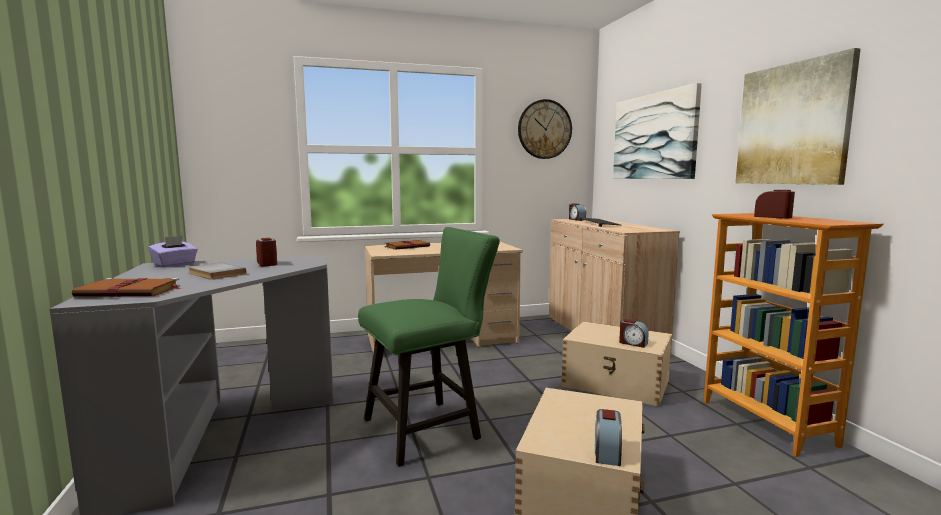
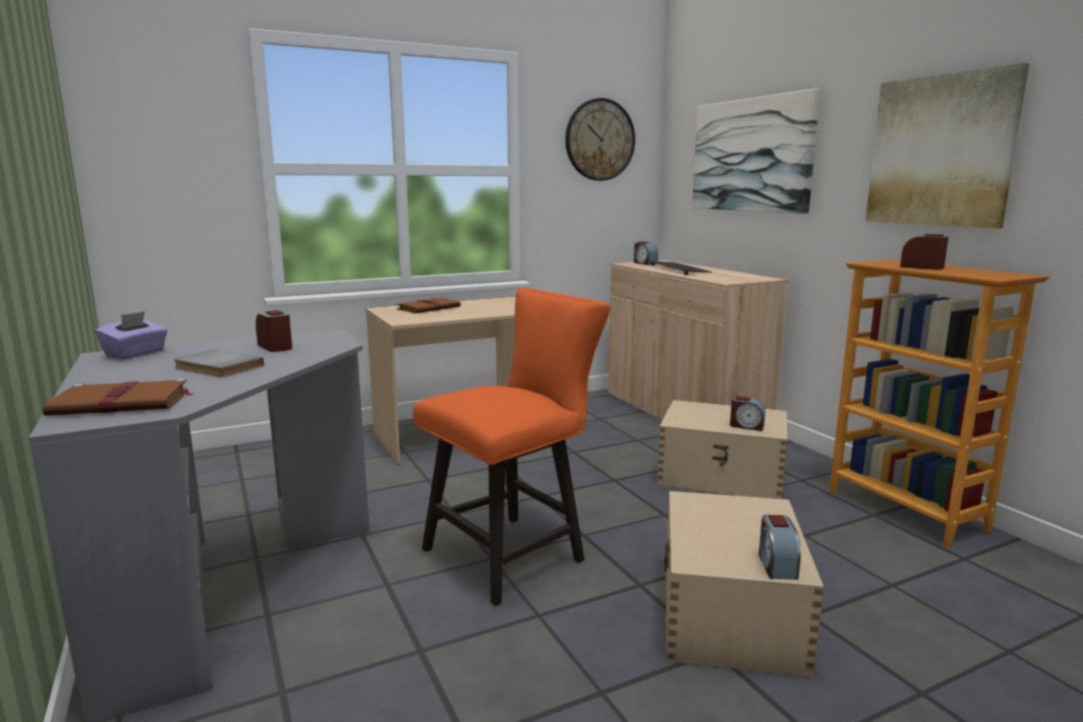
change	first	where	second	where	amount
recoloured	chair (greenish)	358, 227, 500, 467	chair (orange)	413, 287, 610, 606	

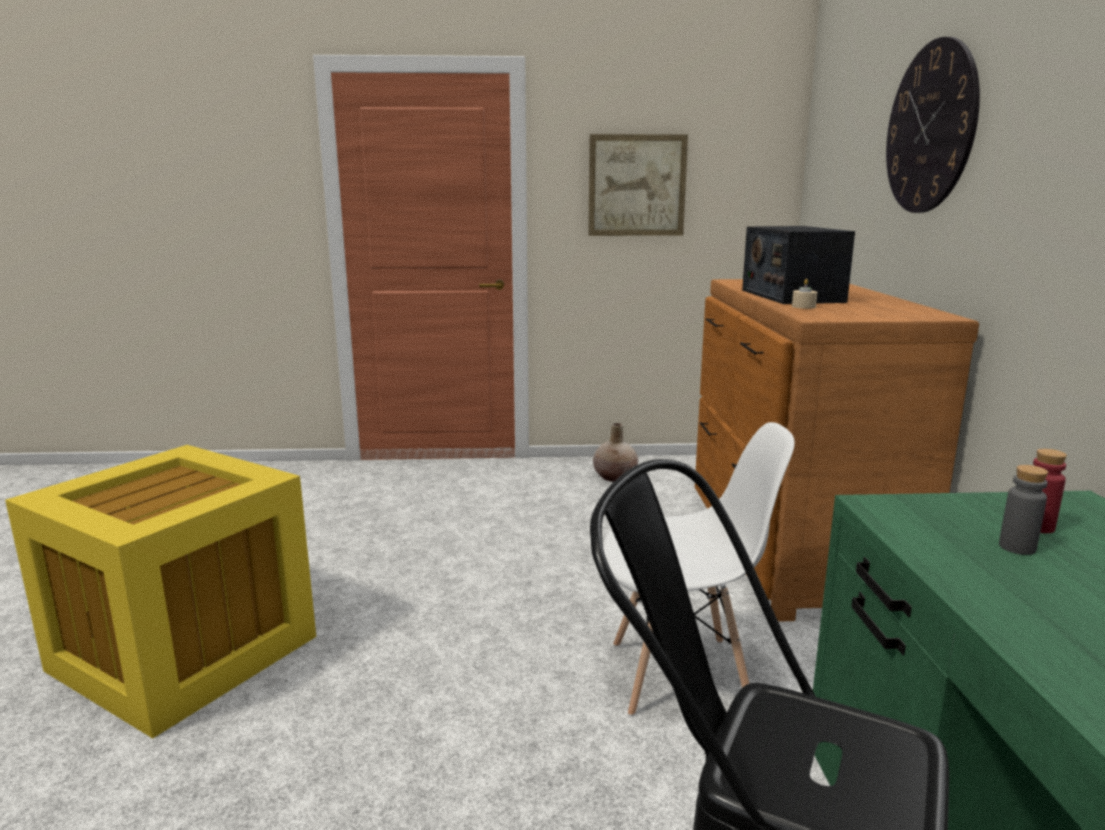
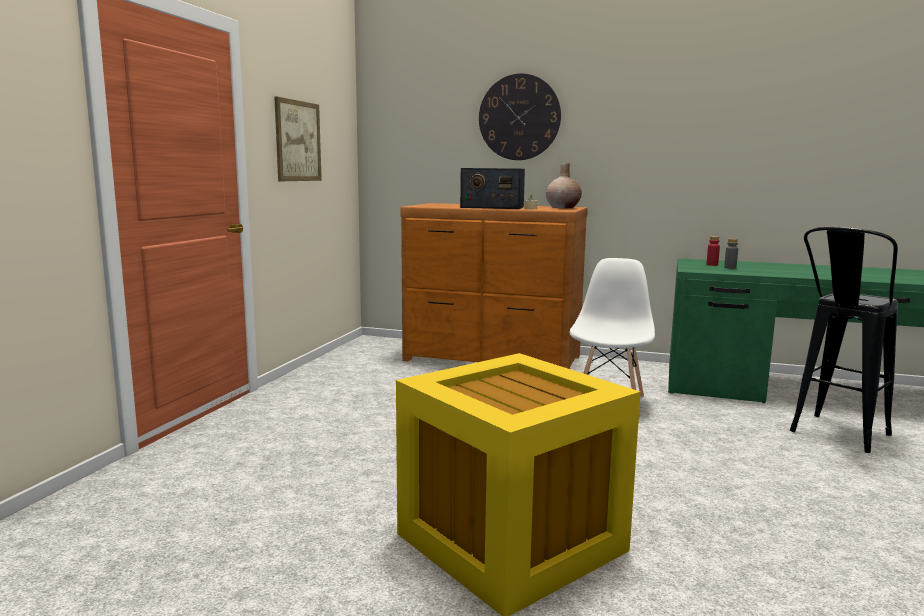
change	first	where	second	where	amount
moved	vase (sand-coloured)	593, 423, 638, 482		546, 163, 582, 208	

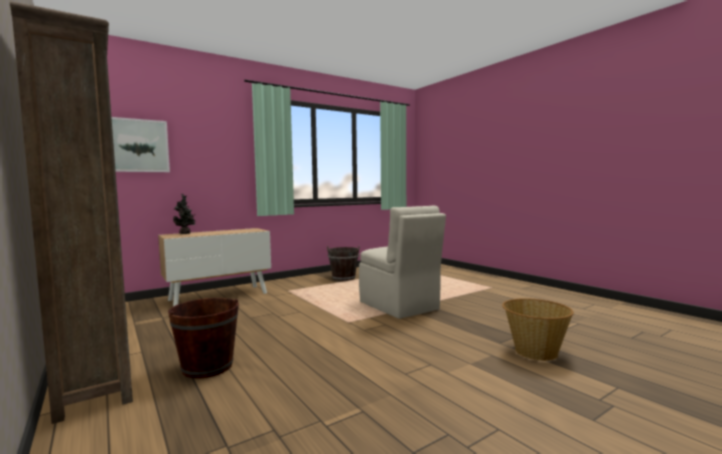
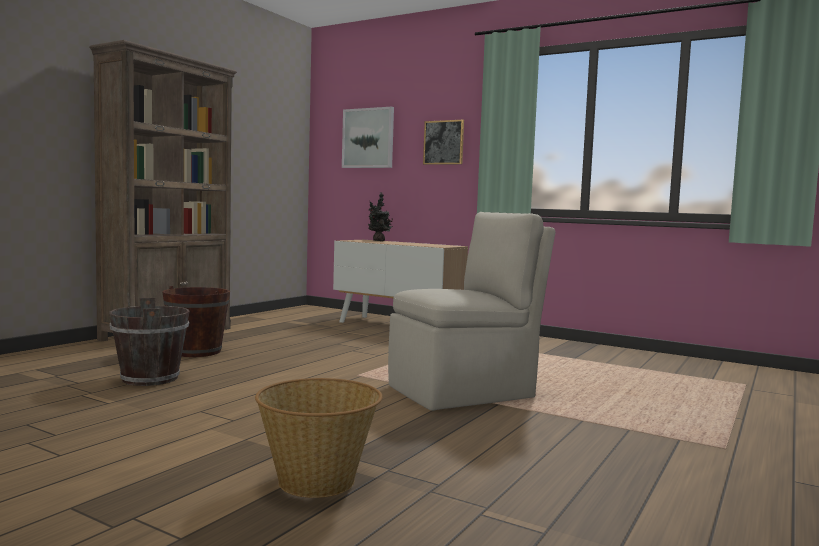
change	first	where	second	where	amount
added			wall art	423, 120, 464, 165	
moved	pail (brownish)	327, 245, 360, 281		109, 298, 190, 386	
turned	chair (sand-coloured)	359, 206, 446, 319		388, 212, 556, 411	150 degrees counterclockwise

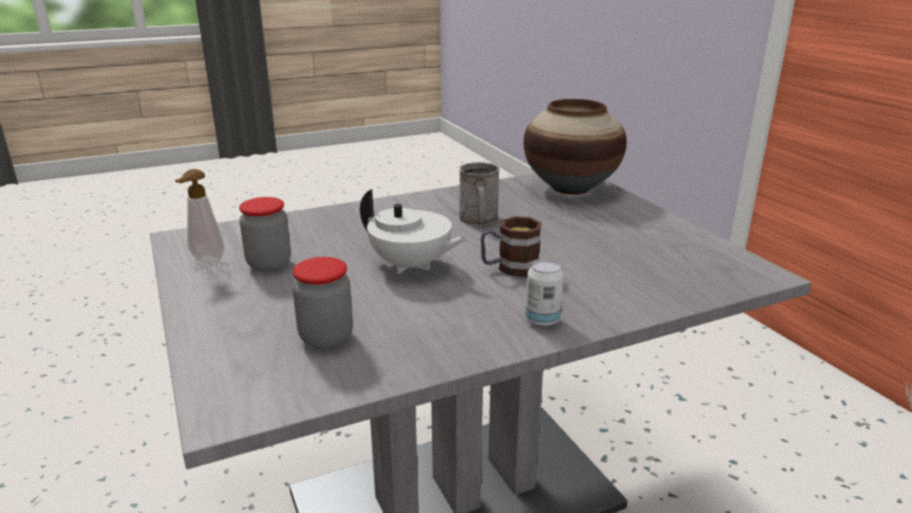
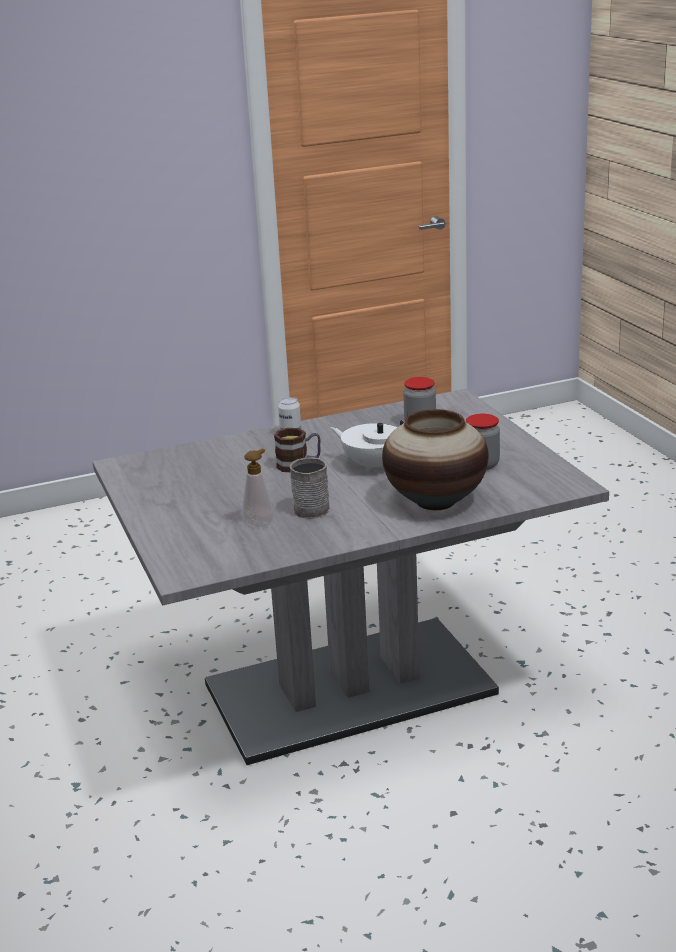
change	first	where	second	where	amount
moved	soap dispenser	175, 169, 224, 263		242, 449, 274, 527	
moved	vase	523, 99, 627, 195		382, 409, 489, 510	

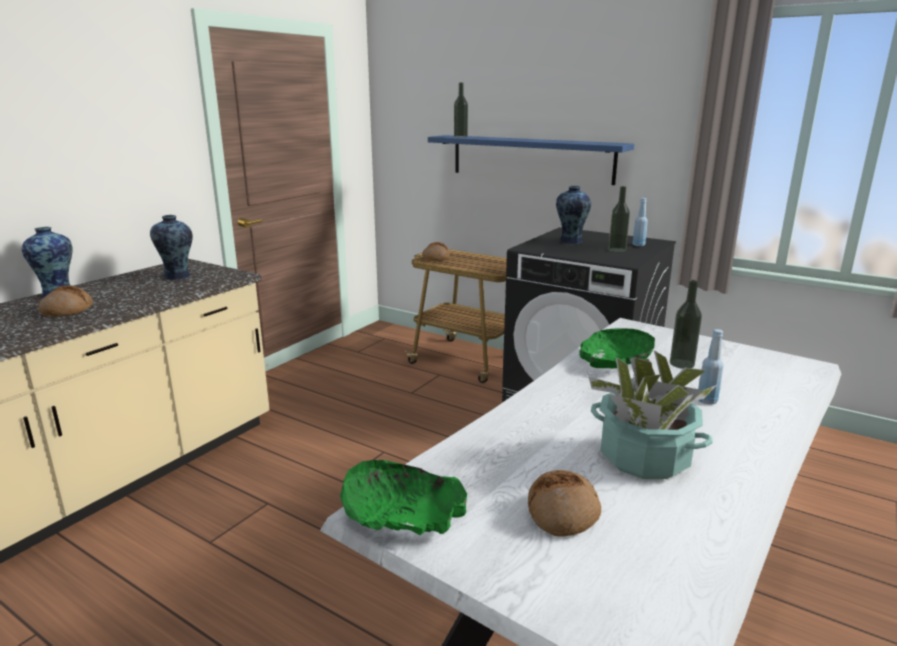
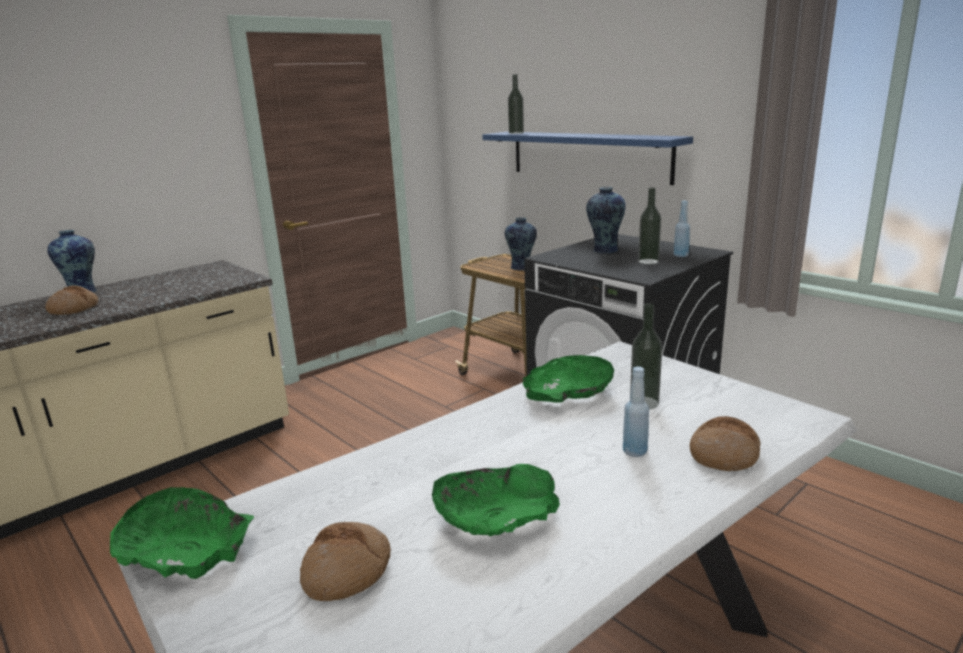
change	first	where	second	where	amount
moved	vase	150, 215, 193, 280		505, 217, 537, 270	
moved	bread	422, 242, 450, 261		690, 416, 760, 471	
replaced	potted plant	588, 351, 718, 479	serving bowl (greenish)	432, 464, 560, 536	

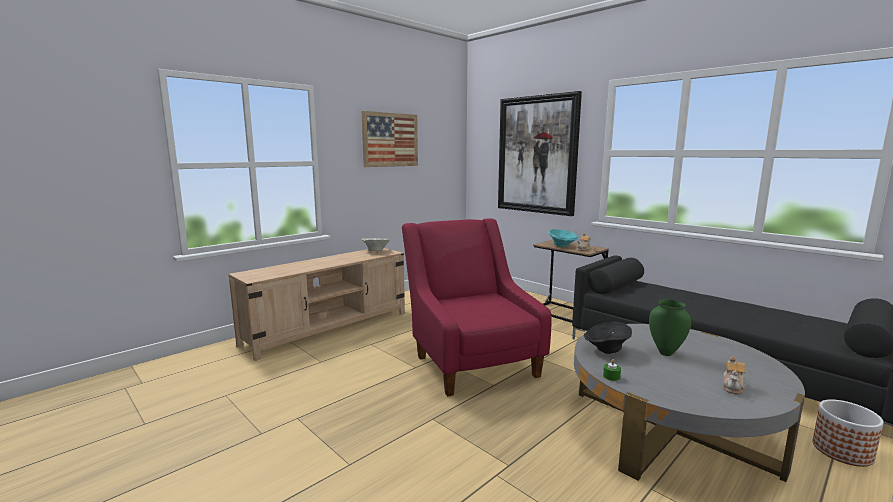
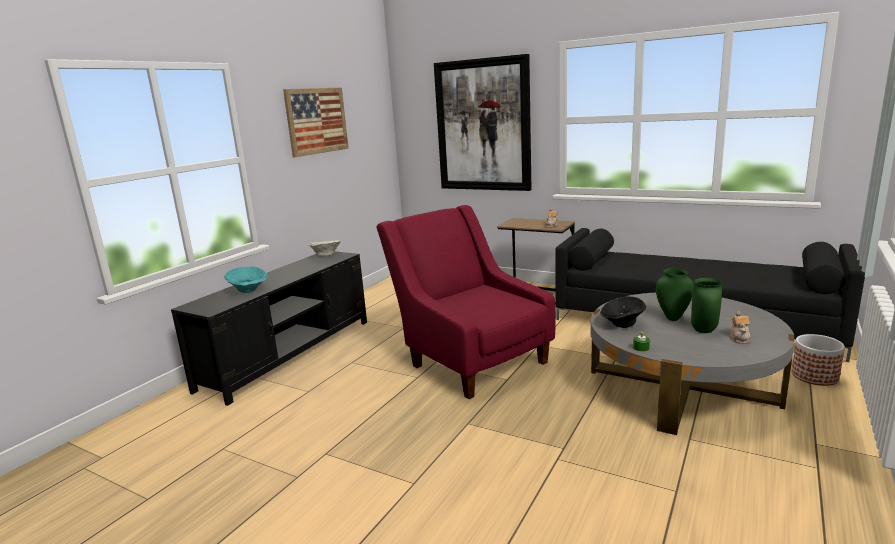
change	first	where	second	where	amount
added			vase (greenish)	691, 278, 722, 333	
moved	serving bowl (turquoise-coloured)	548, 229, 578, 247		224, 267, 267, 293	
recoloured	tv unit (sand-coloured)	228, 248, 405, 361	tv unit (blackish)	171, 251, 367, 406	

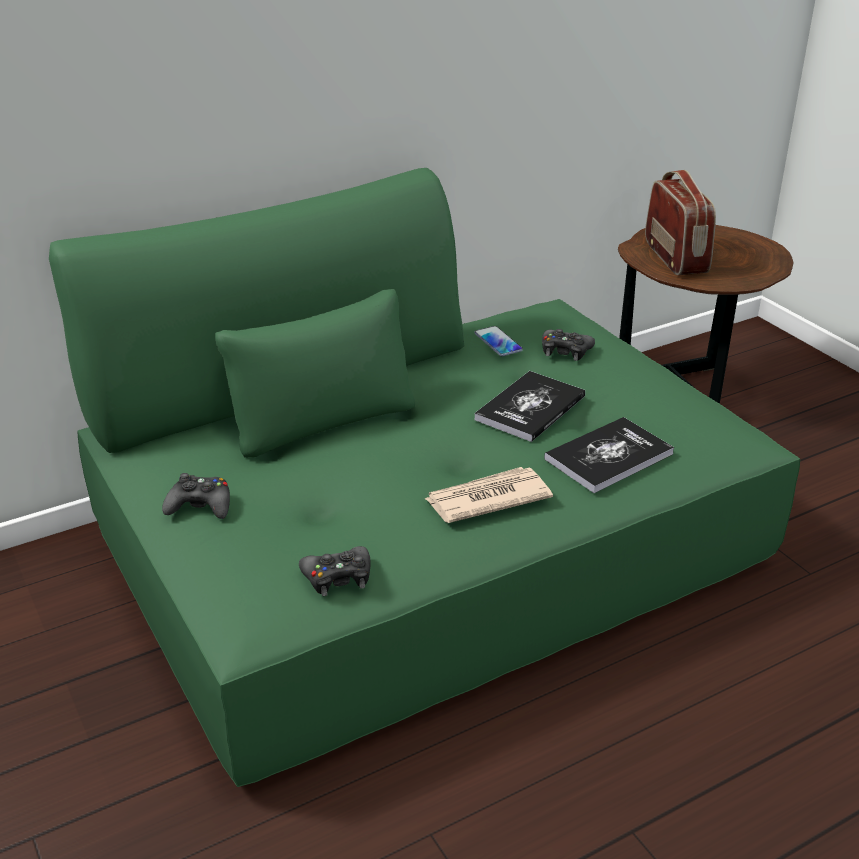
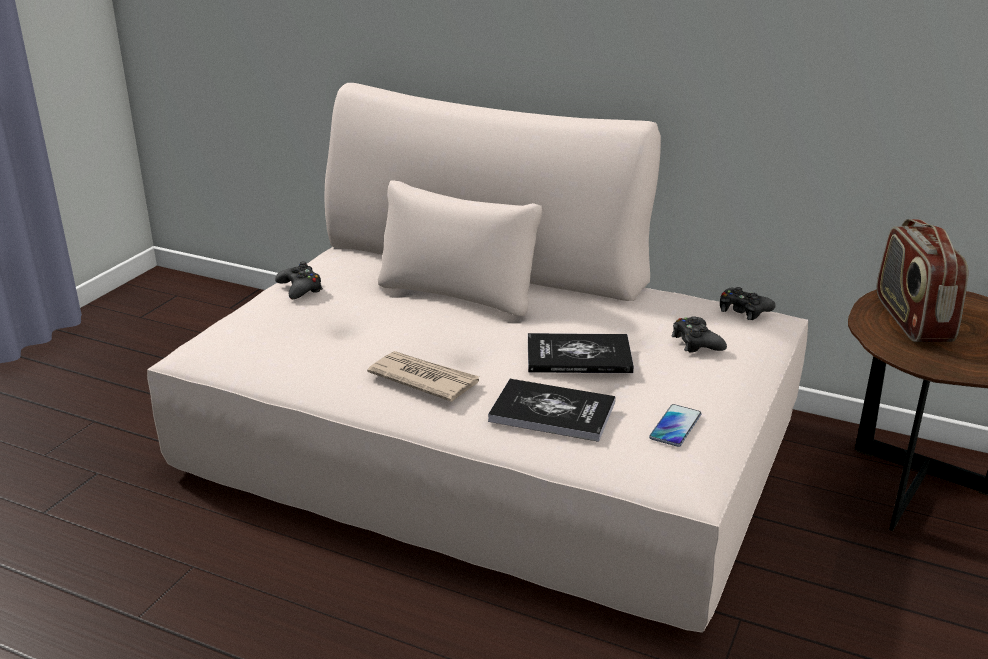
change	first	where	second	where	amount
moved	joypad (blackish)	299, 546, 371, 596		720, 287, 776, 320	
moved	phone	474, 326, 523, 356		649, 404, 701, 447	
recoloured	settee (greenish)	49, 168, 800, 787	settee (sand-coloured)	147, 83, 808, 633	
turned	radio	645, 170, 716, 275		877, 219, 968, 342	135 degrees clockwise

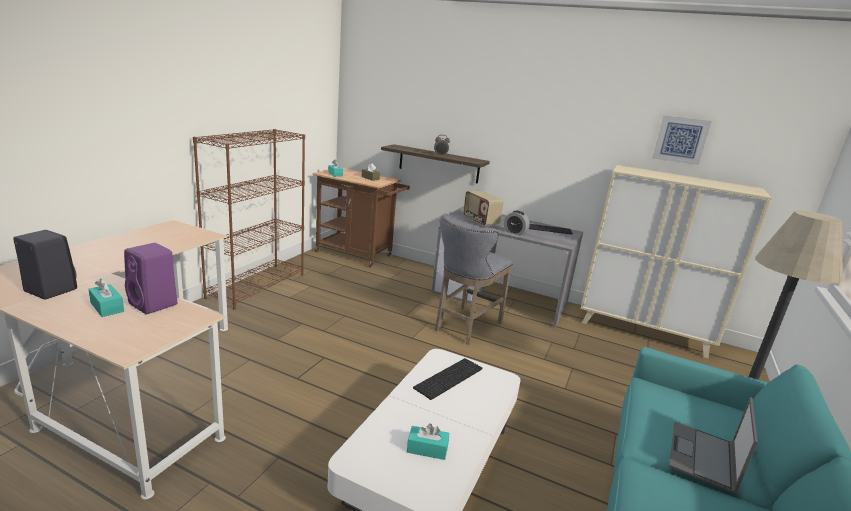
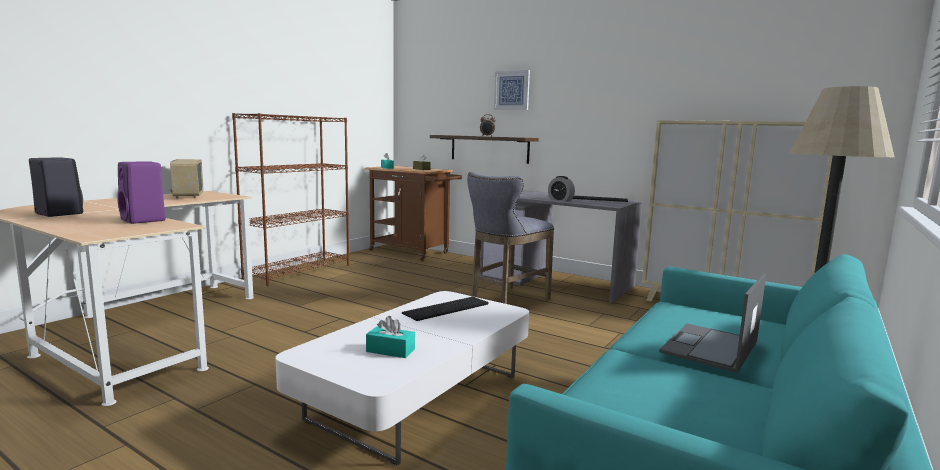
change	first	where	second	where	amount
removed	tissue holder (turquoise-coloured)	88, 279, 124, 317			
moved	radio	464, 191, 504, 226		170, 159, 203, 198	
moved	wall art	652, 115, 711, 165		494, 70, 530, 110	

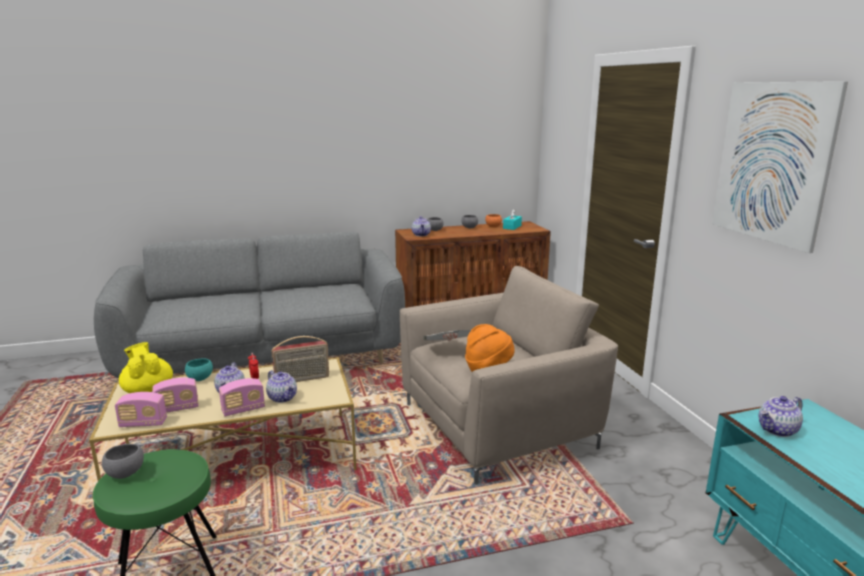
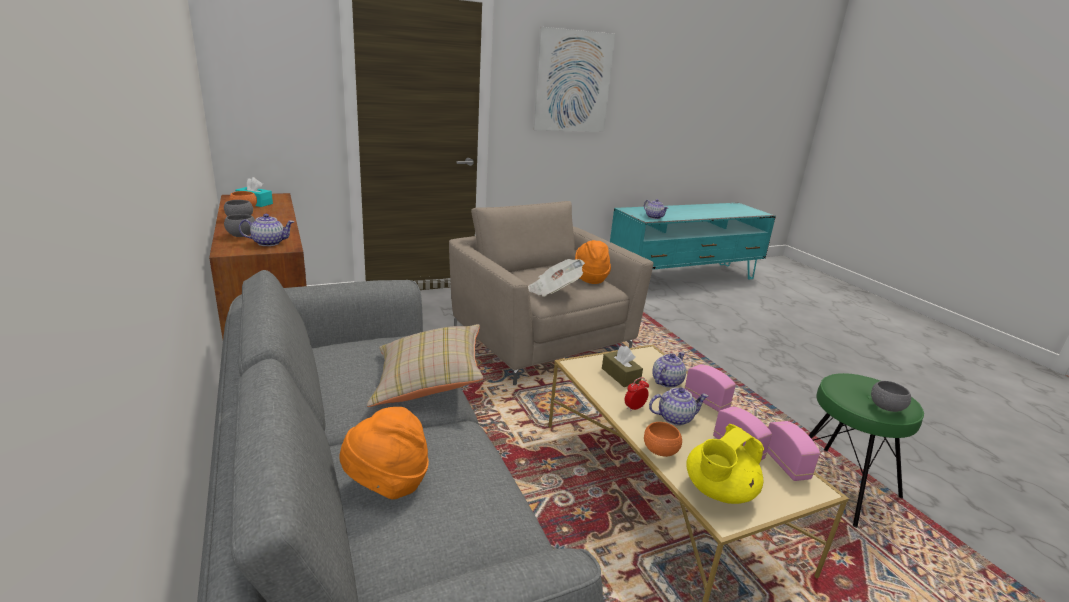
change	first	where	second	where	amount
added			wearable hat (orange)	340, 407, 429, 499	
added			throw pillow (sand-coloured)	367, 324, 484, 407	
replaced	radio	272, 336, 329, 382	tissue holder (brownish)	602, 346, 643, 387	
recoloured	serving bowl (turquoise-coloured)	185, 358, 213, 381	serving bowl (orange)	644, 422, 682, 457	

